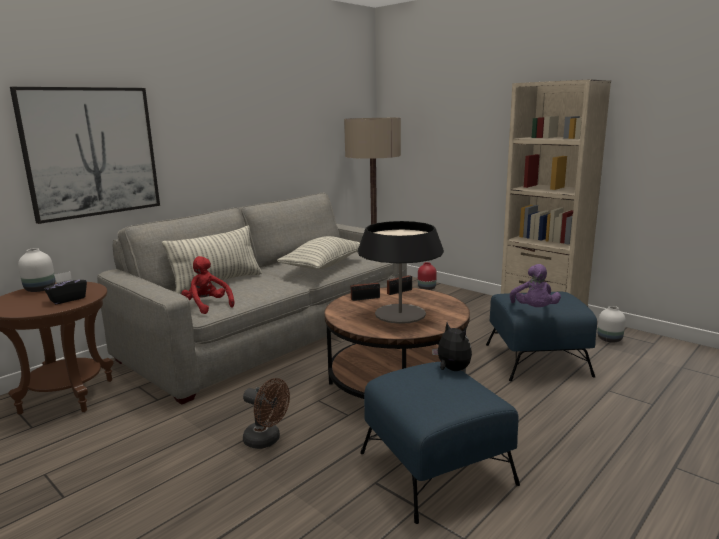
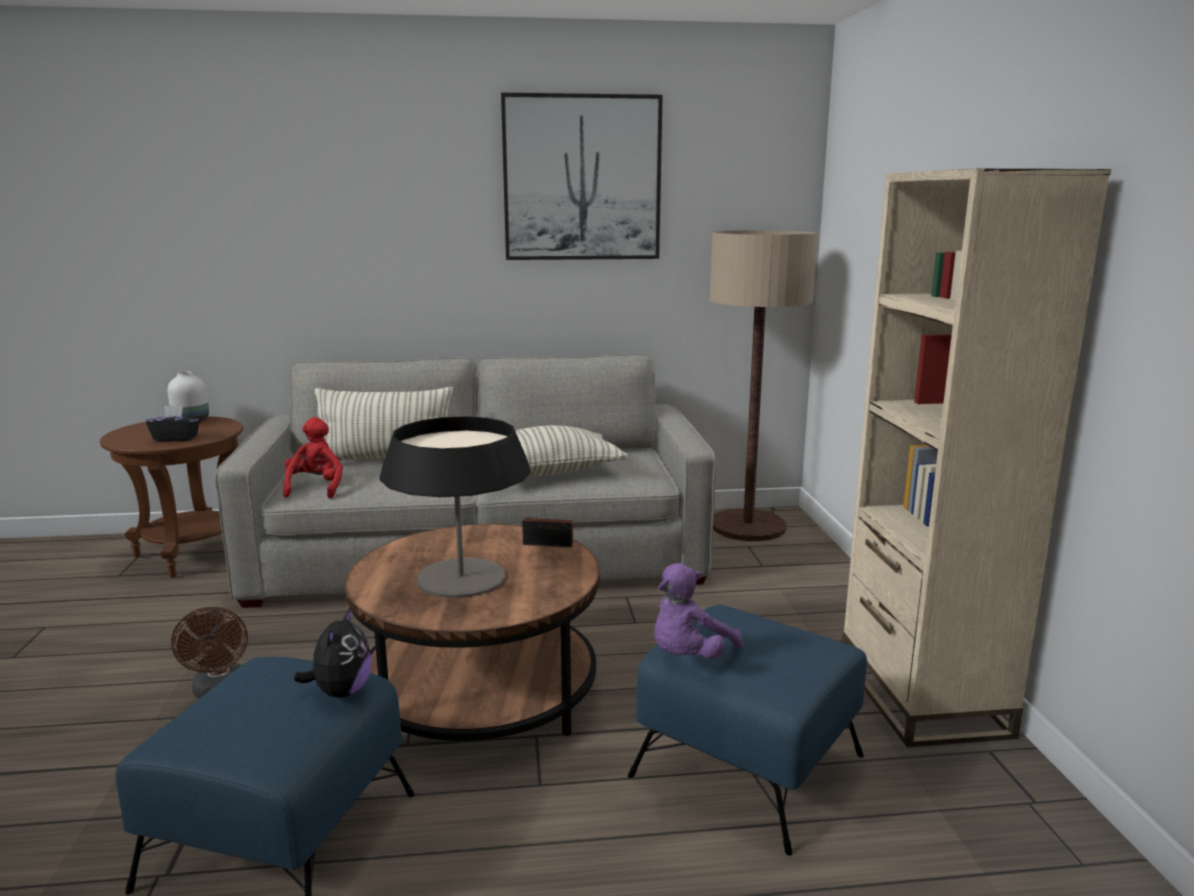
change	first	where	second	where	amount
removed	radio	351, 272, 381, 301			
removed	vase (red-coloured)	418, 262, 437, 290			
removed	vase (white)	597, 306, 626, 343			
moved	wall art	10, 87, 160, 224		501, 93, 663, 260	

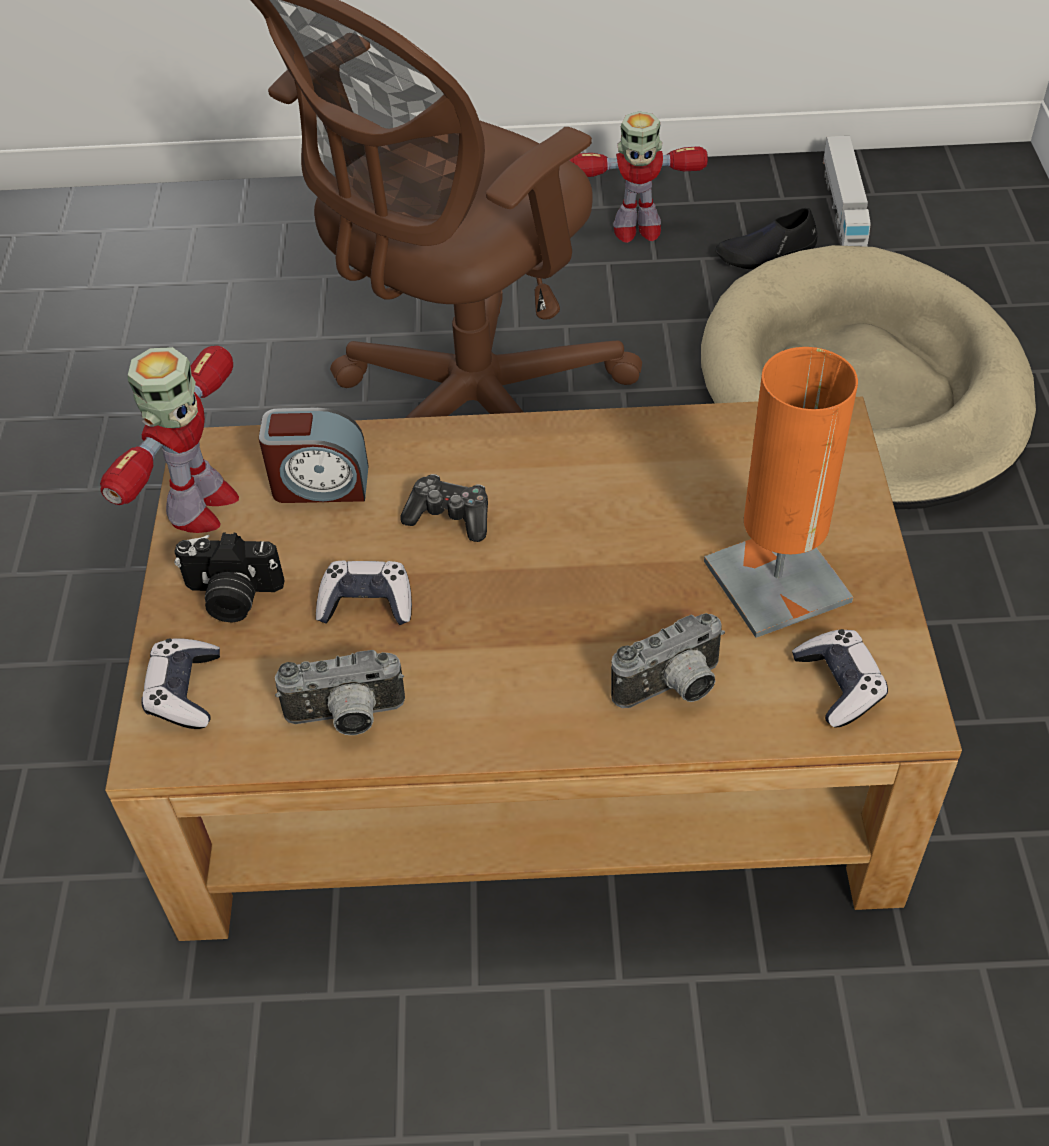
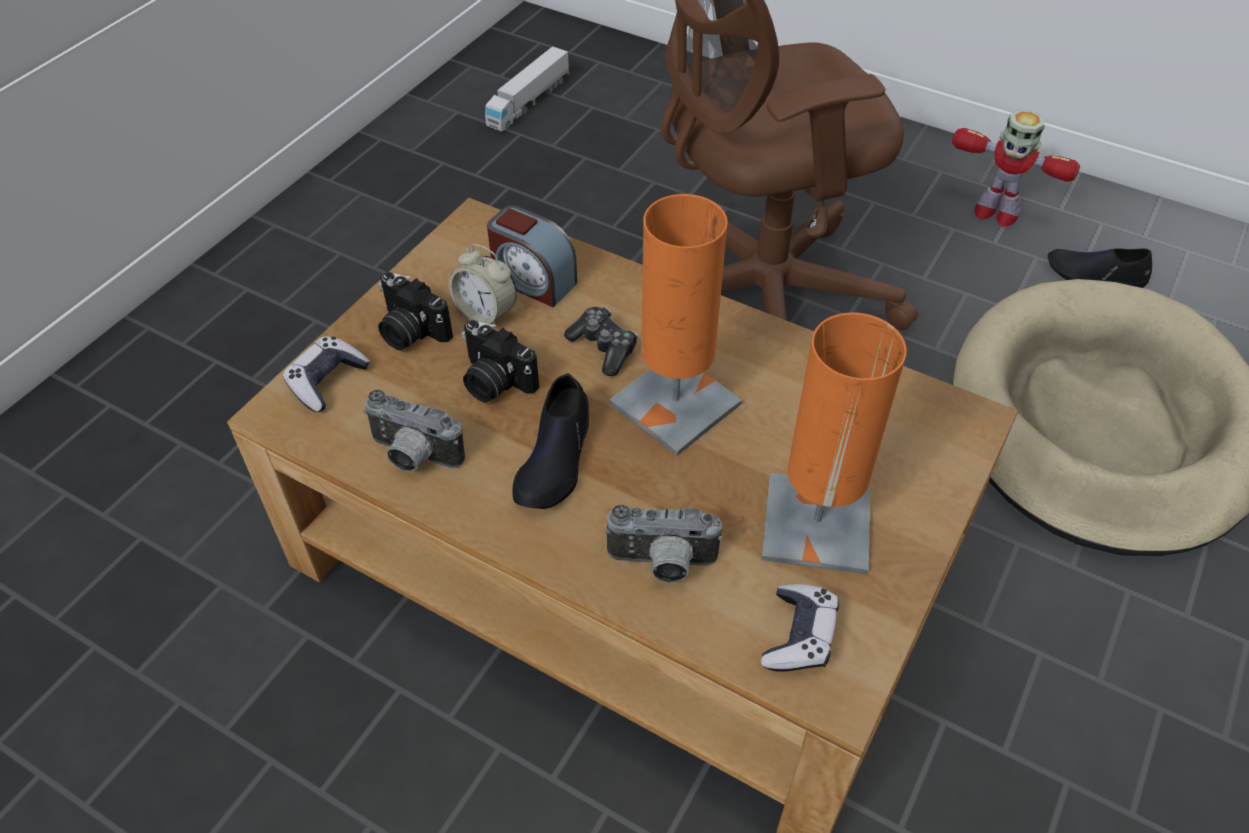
change	first	where	second	where	amount
removed	model robot	100, 346, 239, 533			
added			table clock	449, 244, 517, 329	
added			shoe (blackish)	512, 373, 589, 509	
added			table lamp (orange)	610, 194, 742, 456	
moved	toy truck	823, 136, 871, 247		485, 46, 570, 132	
replaced	joypad	316, 560, 412, 625	photo camera	462, 320, 539, 403	

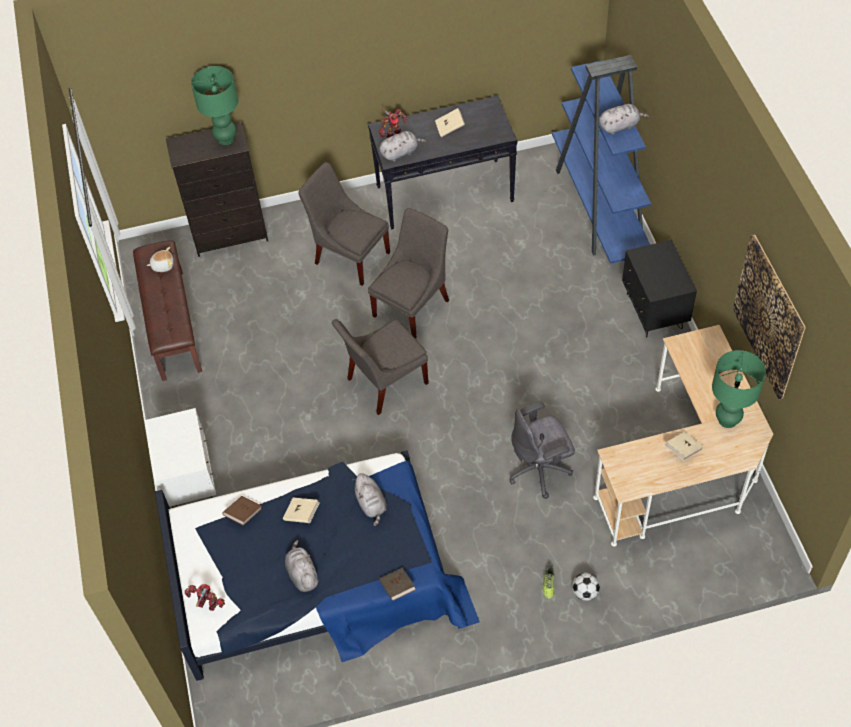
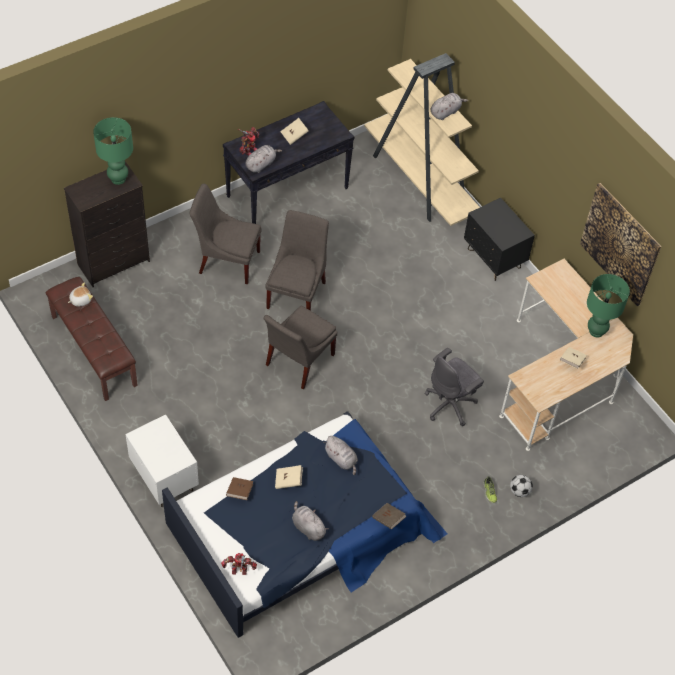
change	first	where	second	where	amount
recoloured	shelving unit (blue-coloured)	552, 55, 651, 264	shelving unit (sand-coloured)	364, 53, 480, 226	

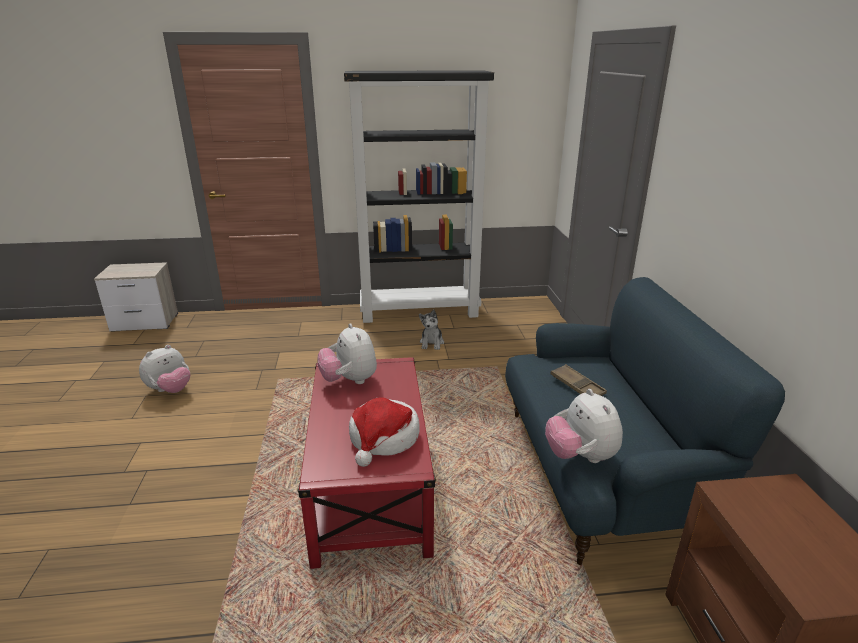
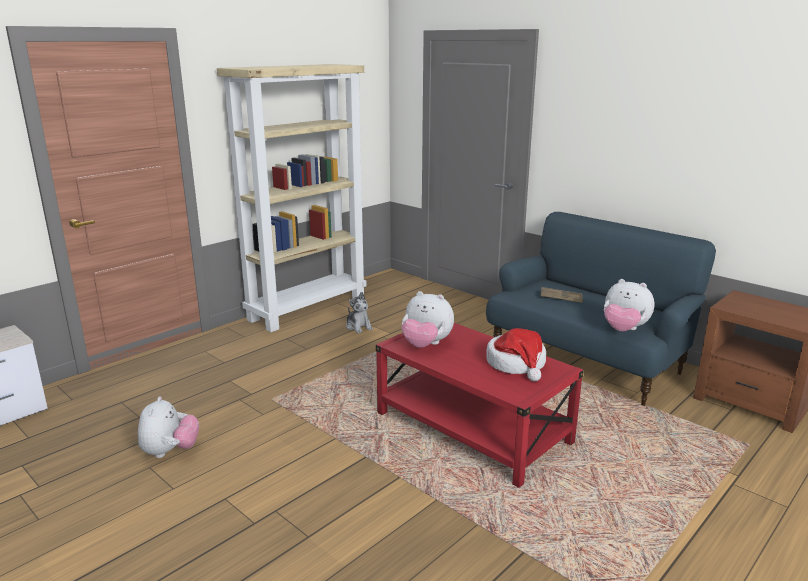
change	first	where	second	where	amount
recoloured	shelving unit (blackish)	344, 70, 494, 323	shelving unit (sand-coloured)	217, 64, 367, 332	

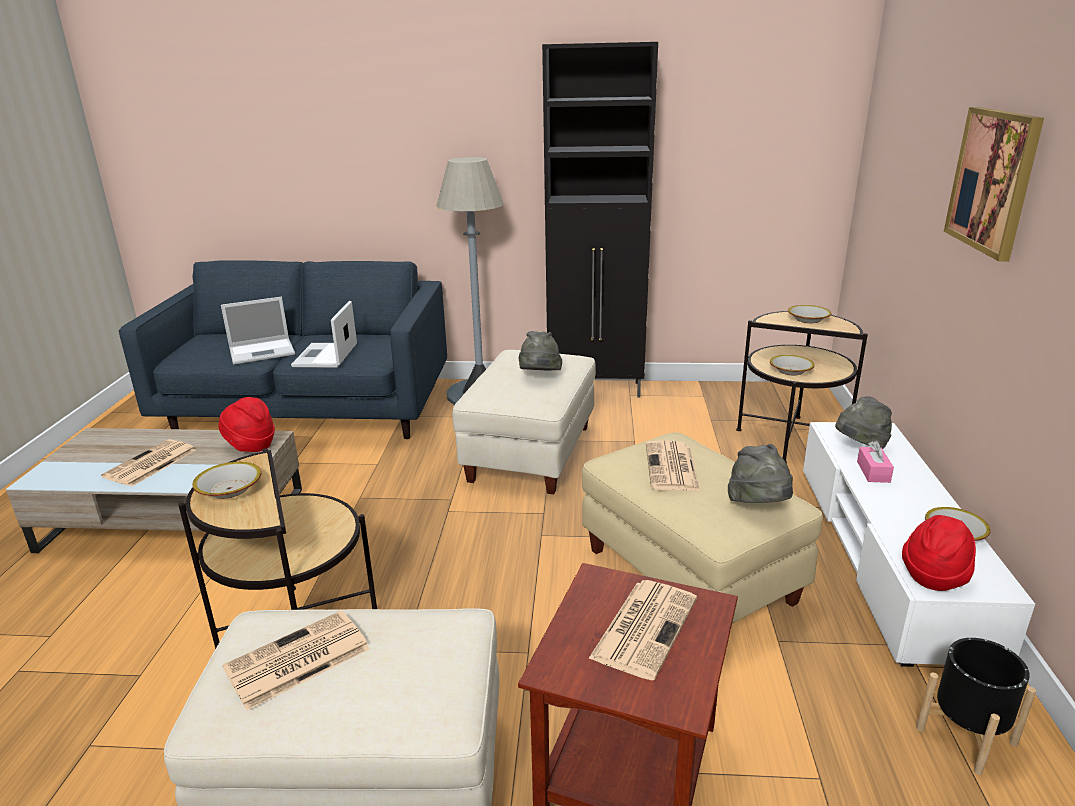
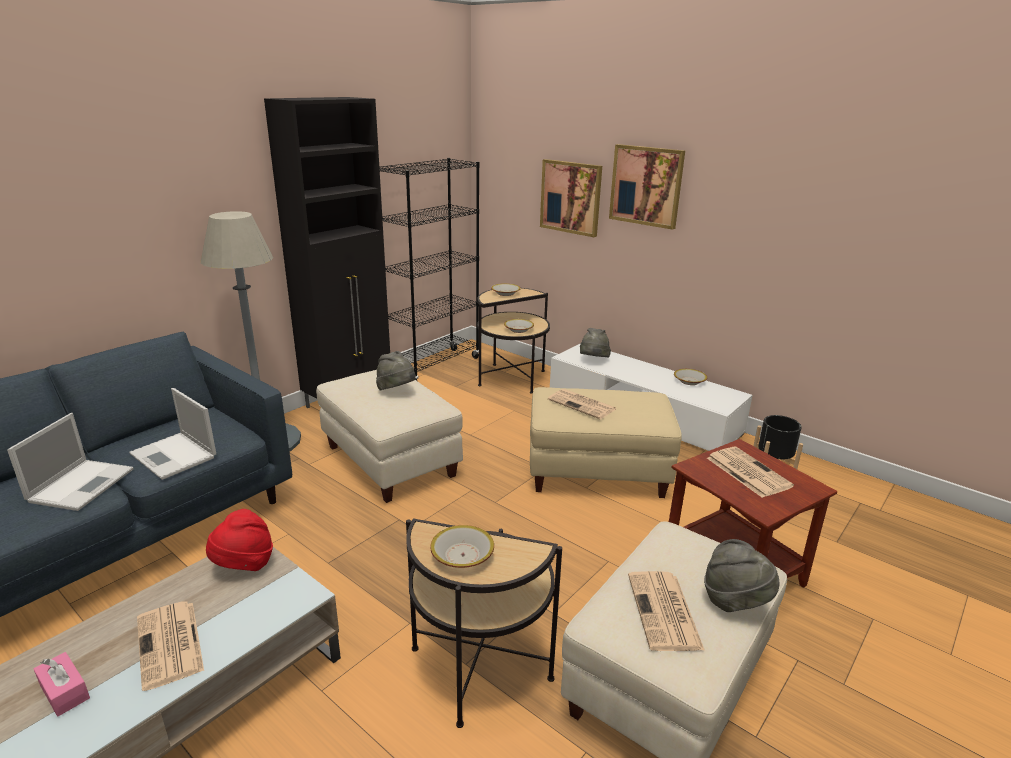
change	first	where	second	where	amount
removed	wearable hat (red-coloured)	902, 515, 976, 591			
added			shelving unit (blackish)	379, 158, 479, 381	
added			wall art	540, 159, 602, 237	
moved	wearable hat (grey)	728, 444, 793, 503		704, 539, 779, 612	
moved	tissue holder (pink)	857, 441, 894, 483		34, 652, 90, 717	

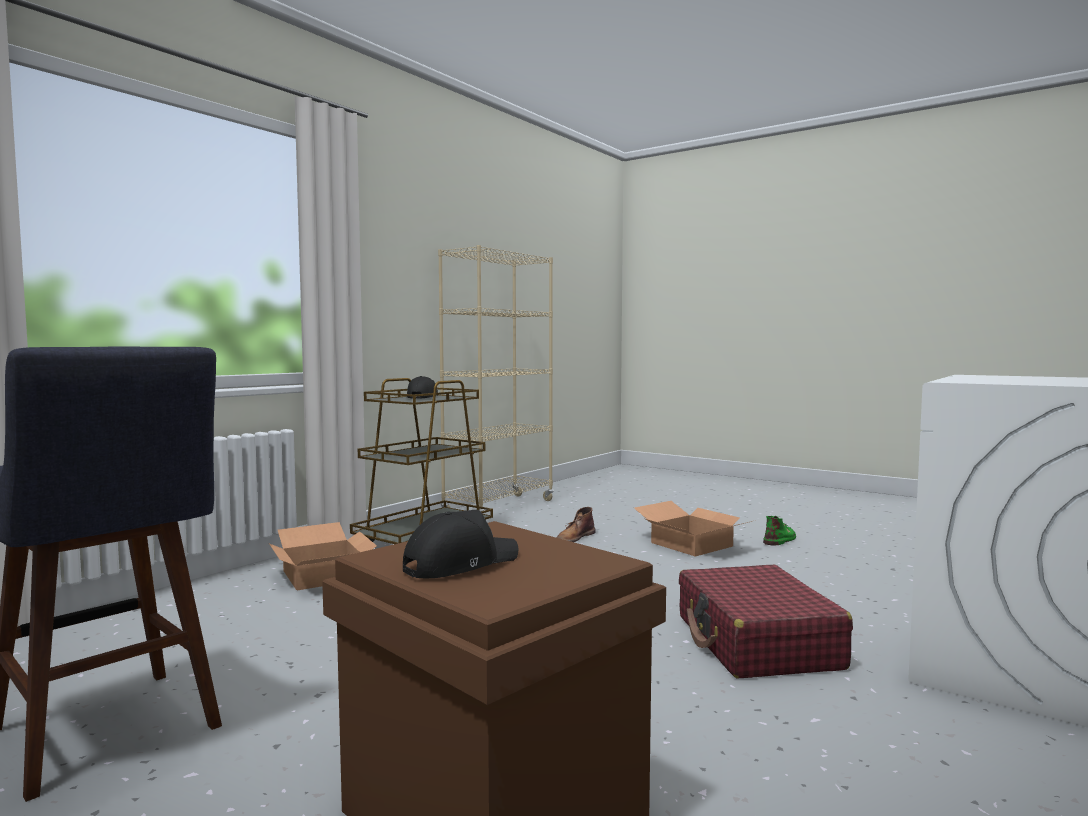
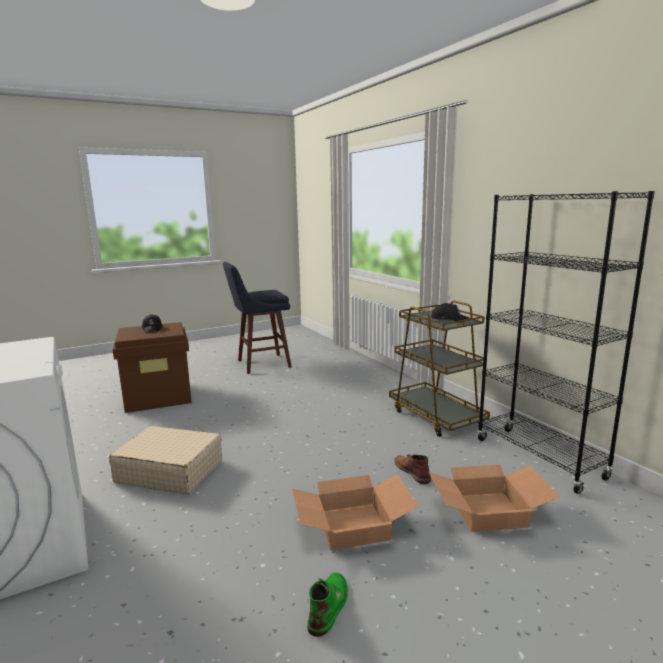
change	first	where	second	where	amount
moved	packing box	269, 522, 377, 590		429, 465, 559, 532	
recoloured	shelving unit (sand-coloured)	438, 245, 554, 514	shelving unit (blackish)	477, 191, 655, 494	
recoloured	piece of luggage (red-coloured)	679, 565, 853, 678	piece of luggage (sand-coloured)	109, 426, 222, 494	
turned	boot (greenish)	763, 516, 796, 546		307, 572, 348, 637	135 degrees counterclockwise

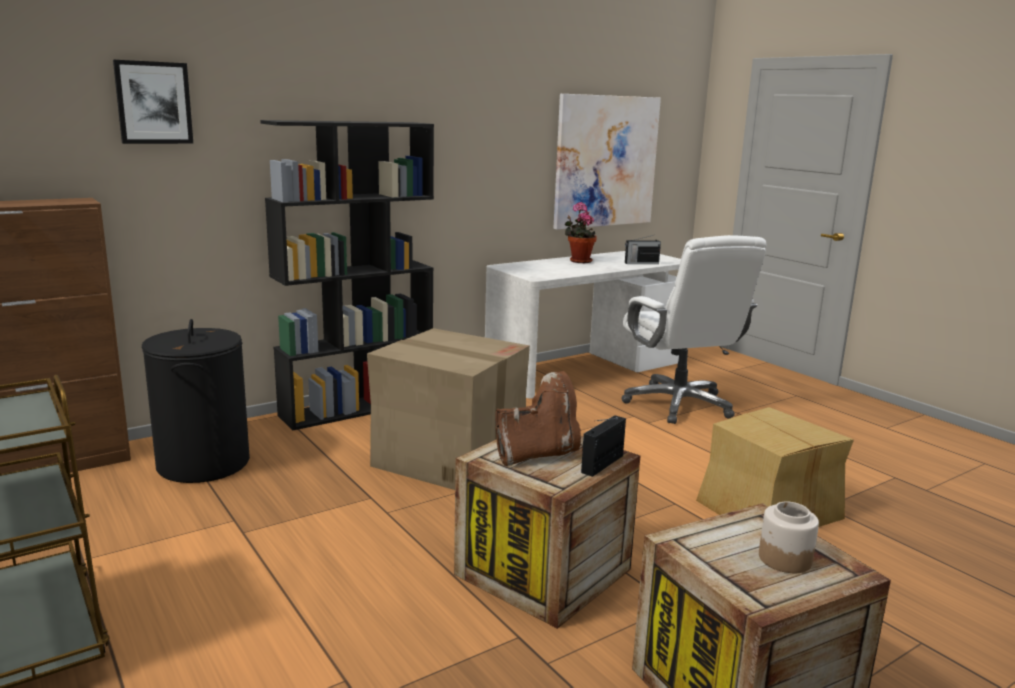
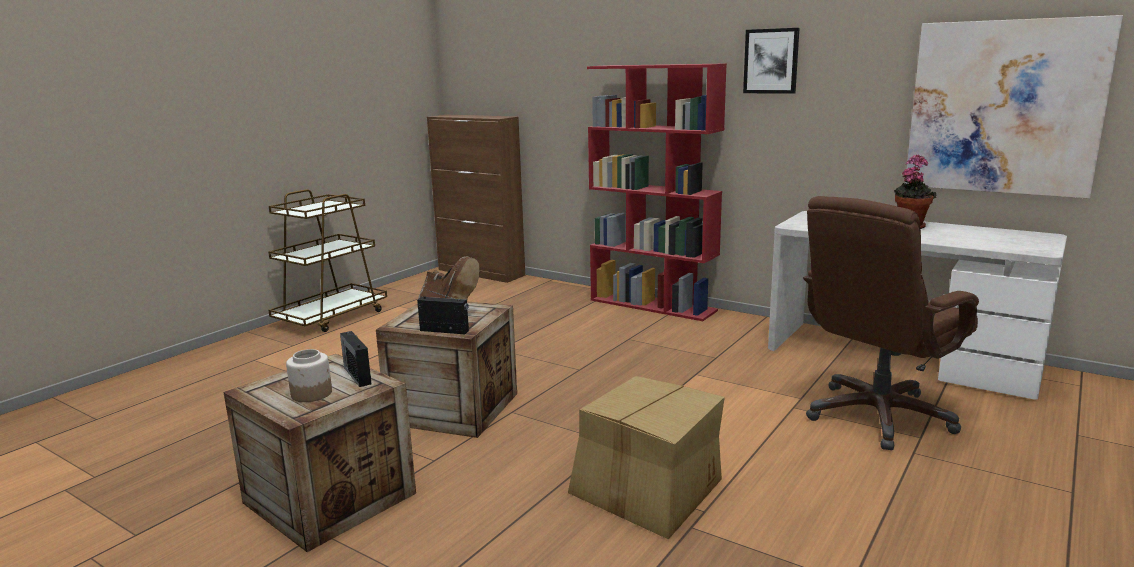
change	first	where	second	where	amount
removed	laundry basket (blackish)	142, 319, 250, 483			
removed	packing box	367, 328, 530, 490			
moved	wall art	113, 60, 193, 144		743, 28, 800, 94	
moved	radio	625, 235, 661, 264		340, 331, 371, 387	
recoloured	shelving unit (blackish)	260, 120, 434, 430	shelving unit (red-coloured)	587, 63, 727, 321	
recoloured	office chair (white)	621, 235, 766, 424	office chair (brownish)	803, 196, 979, 450	

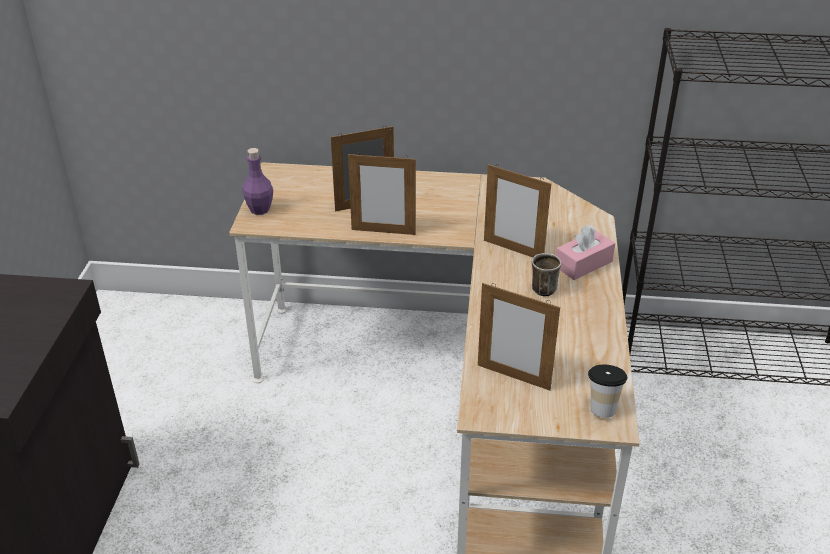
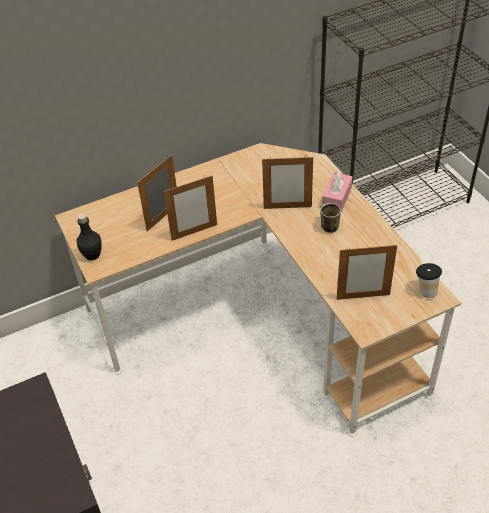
change	first	where	second	where	amount
recoloured	beverage bottle (purple)	242, 148, 273, 215	beverage bottle (blackish)	77, 213, 102, 260	

